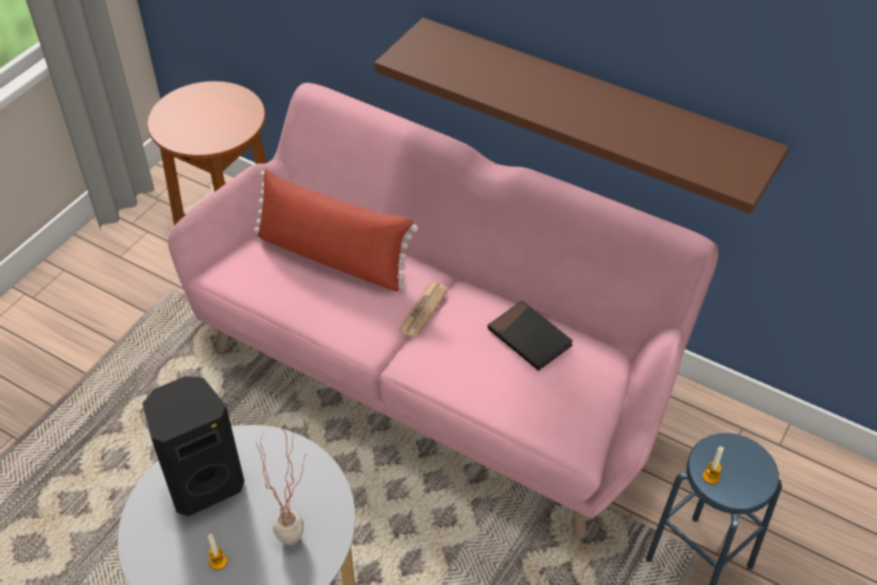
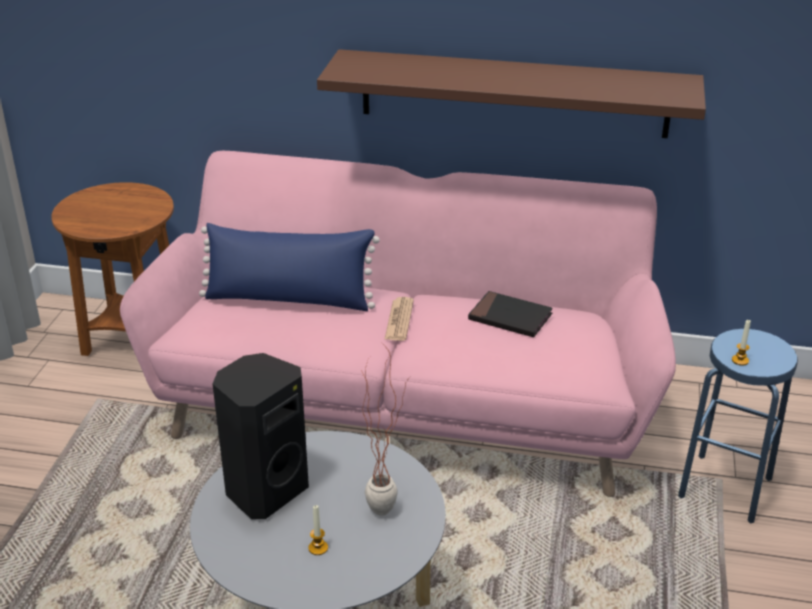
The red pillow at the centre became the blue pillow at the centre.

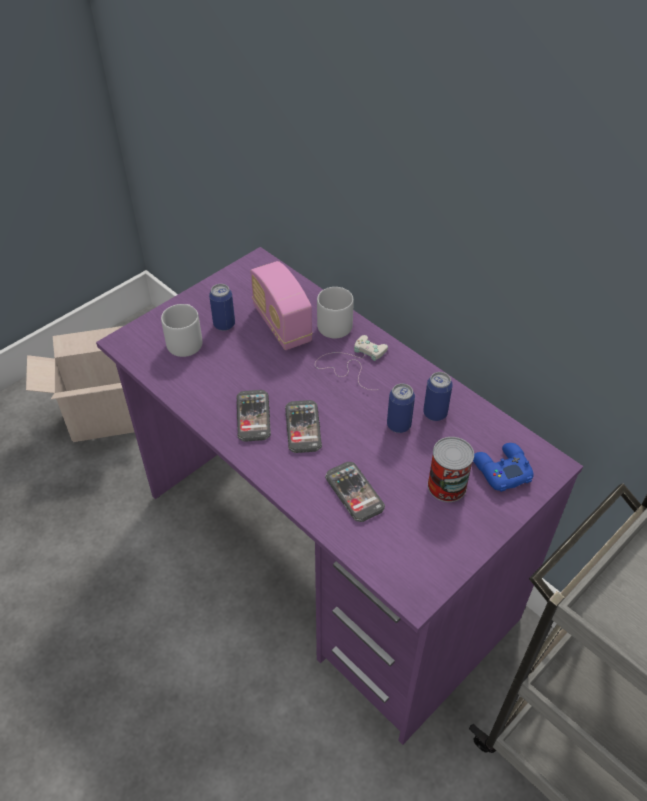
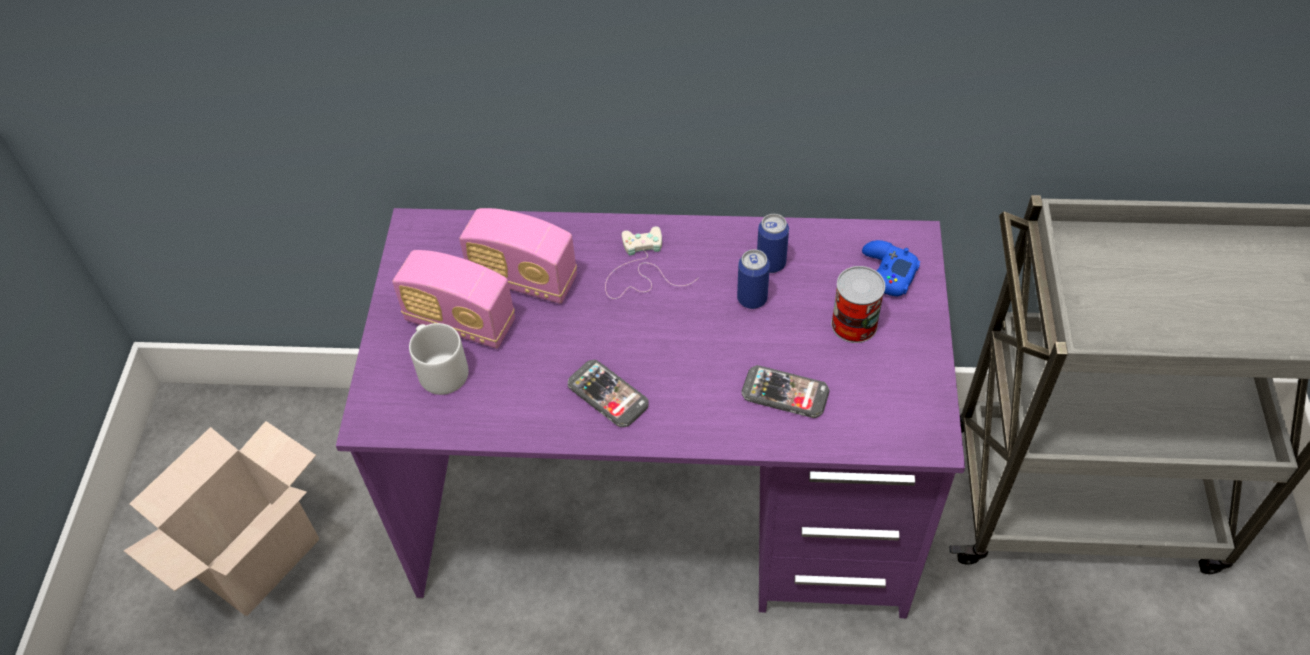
The phone (no. 2 from left) at the centre disappeared.
The grey mug (no. 2 from left) at the centre disappeared.
The can (no. 1 from left) at the centre was replaced by the radio (no. 1 from left) at the centre.

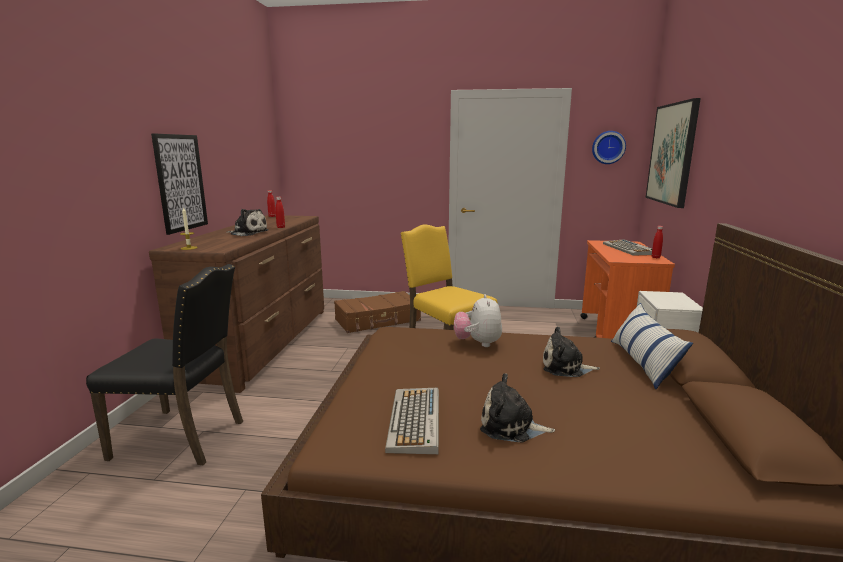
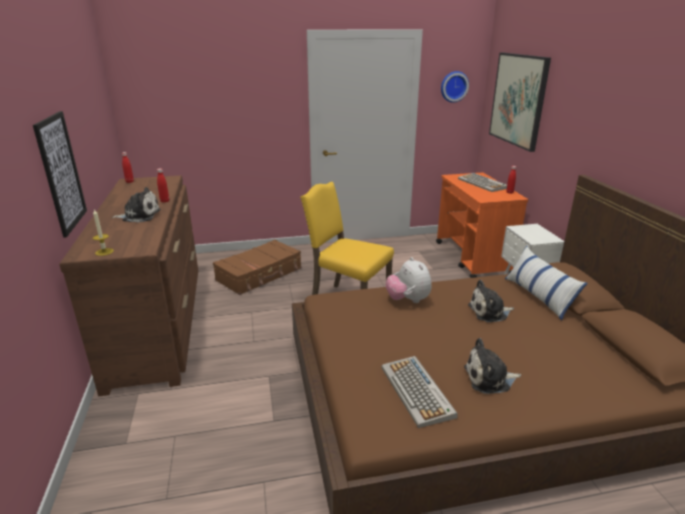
The black chair at the middle left disappeared.

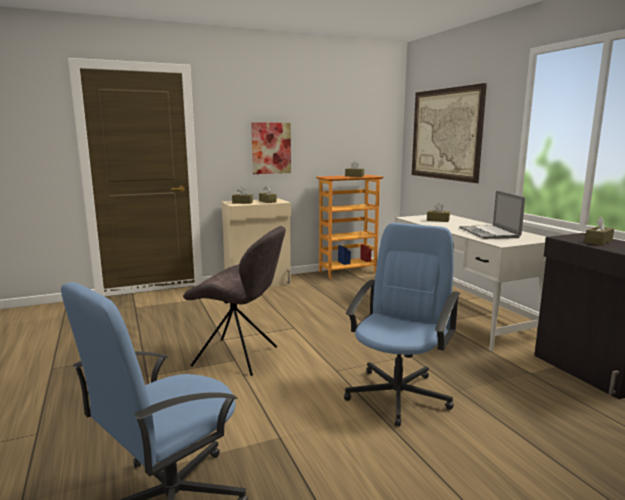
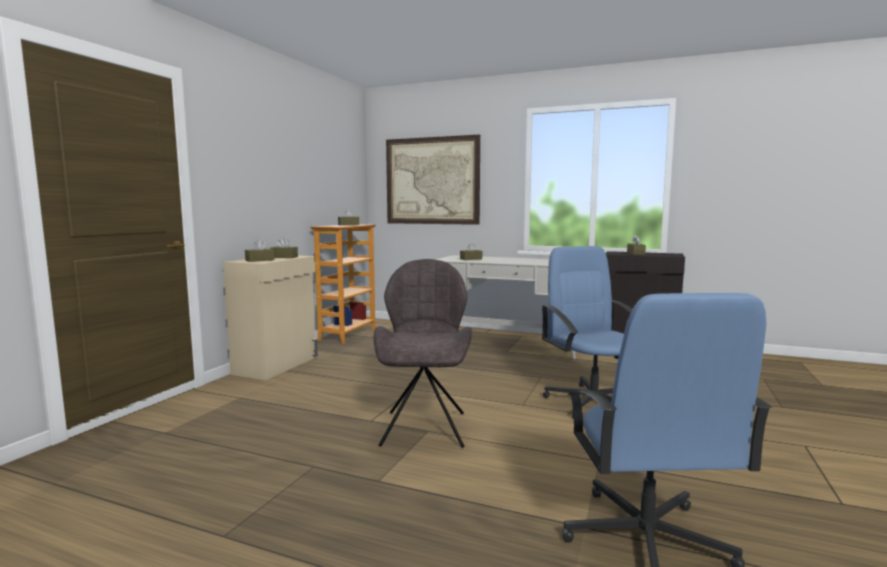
The picture (no. 1 from left) at the top centre disappeared.
The laptop at the middle right disappeared.
The grey chair at the centre turned 60 degrees counterclockwise.

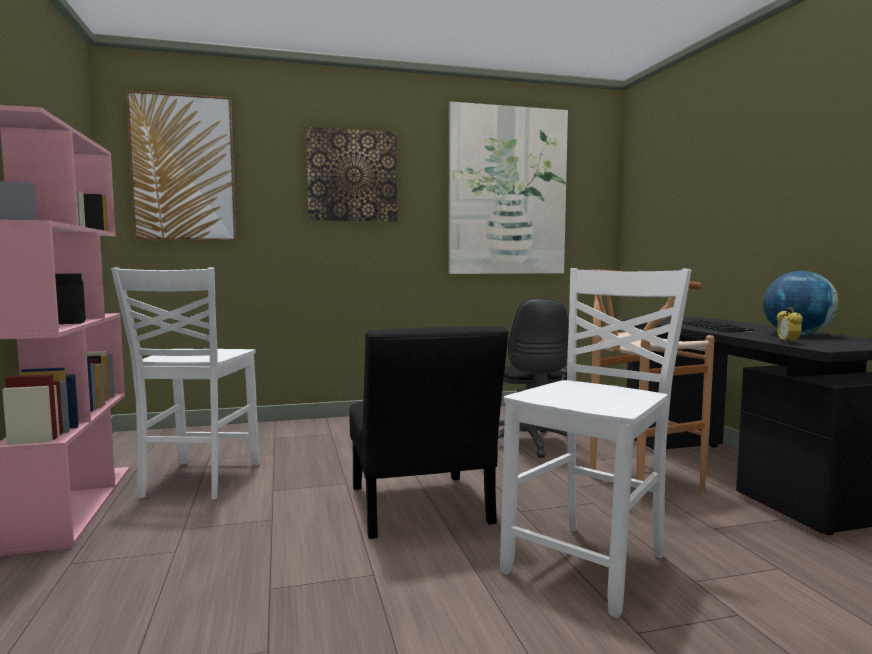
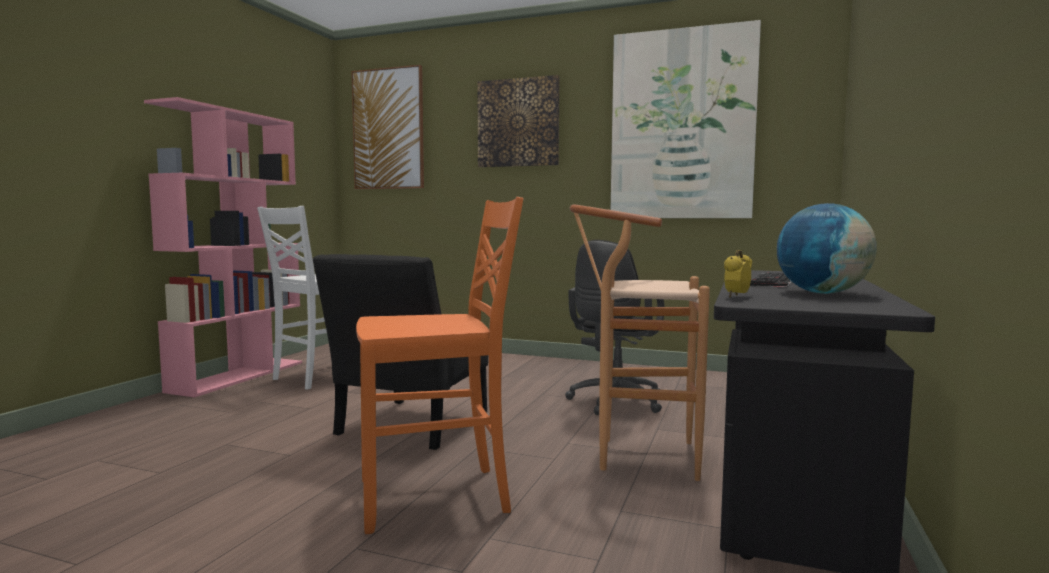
The white chair (no. 2 from left) at the bottom right became the orange chair at the centre.

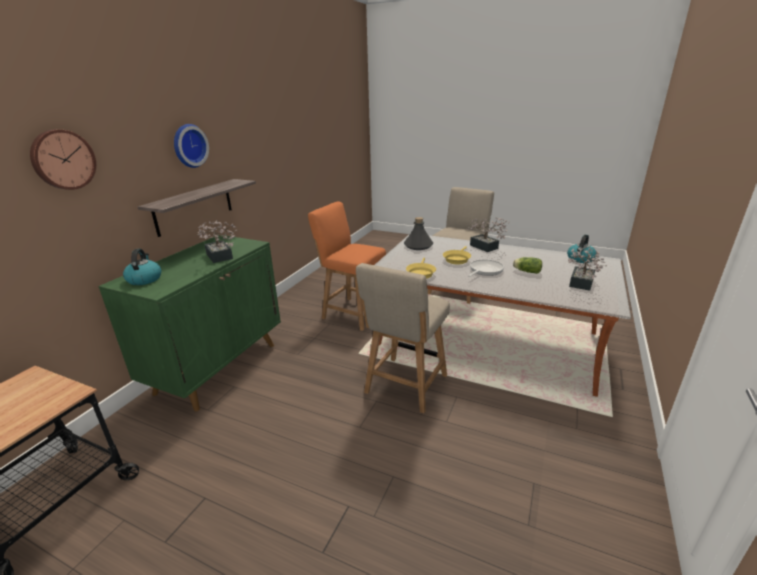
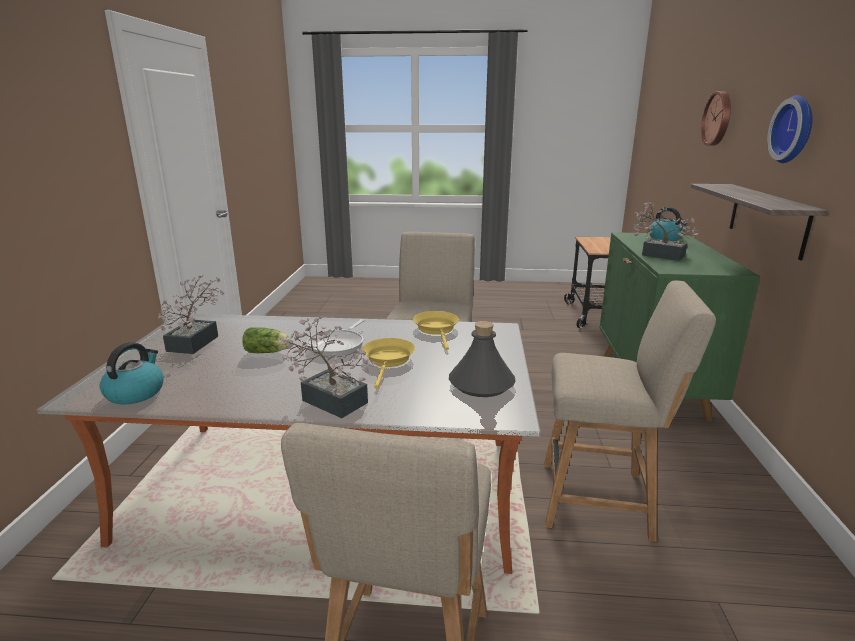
The orange chair at the centre became the beige chair (no. 3 from left) at the middle right.

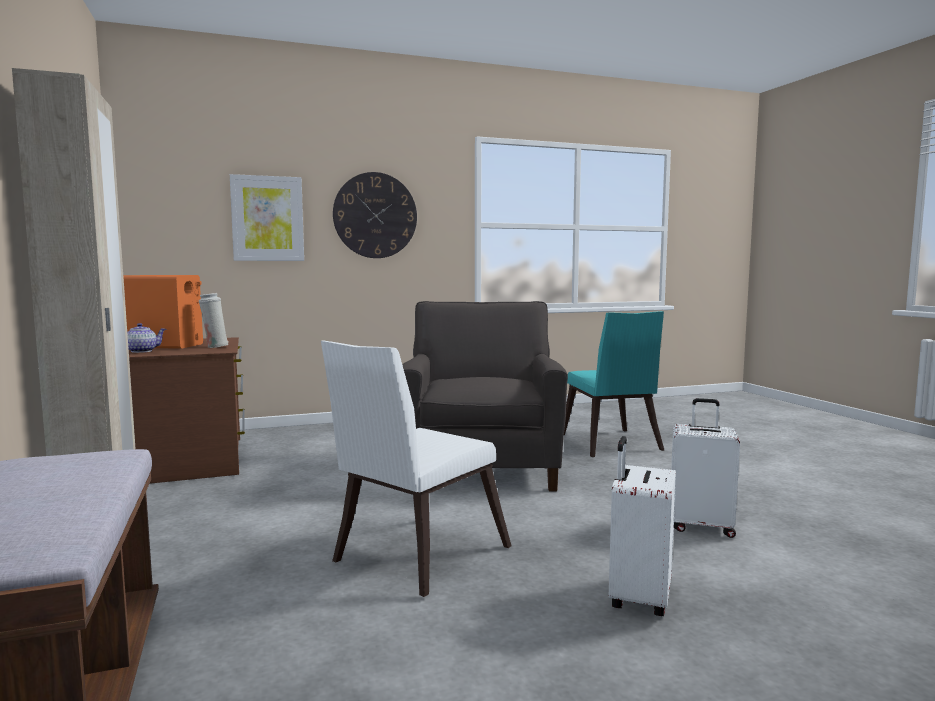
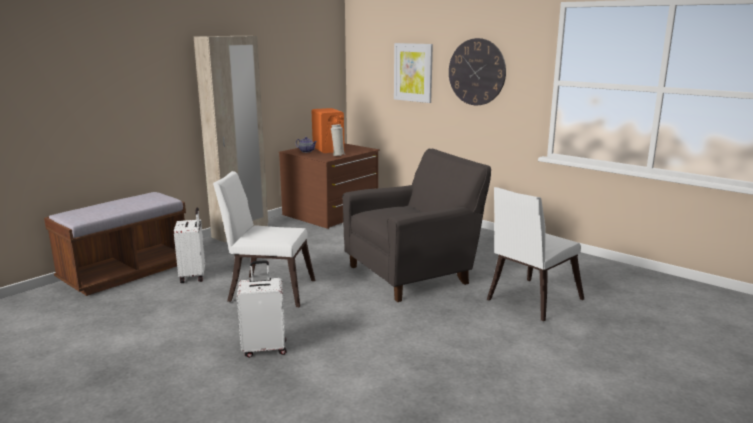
The white suitcase (no. 2 from left in the first image) moved from the bottom right to the middle left.
The turquoise chair at the centre became the white chair (no. 2 from left) at the middle right.

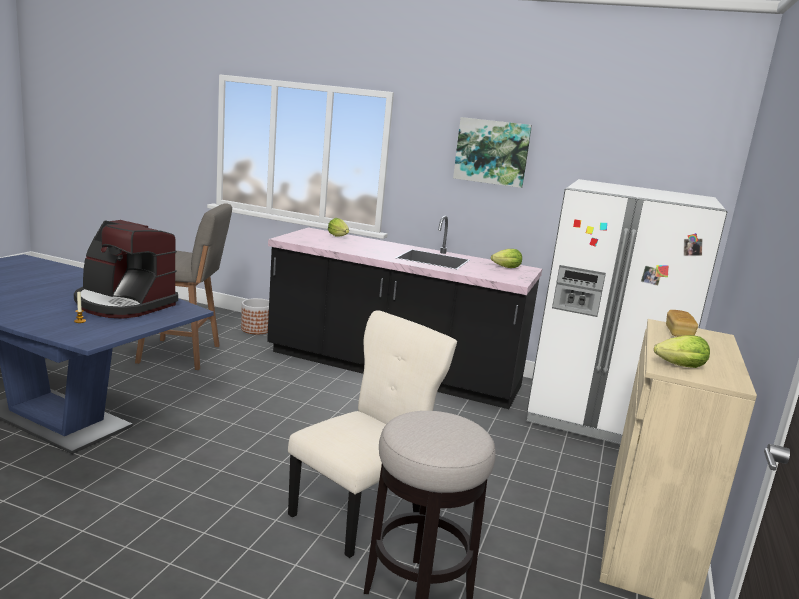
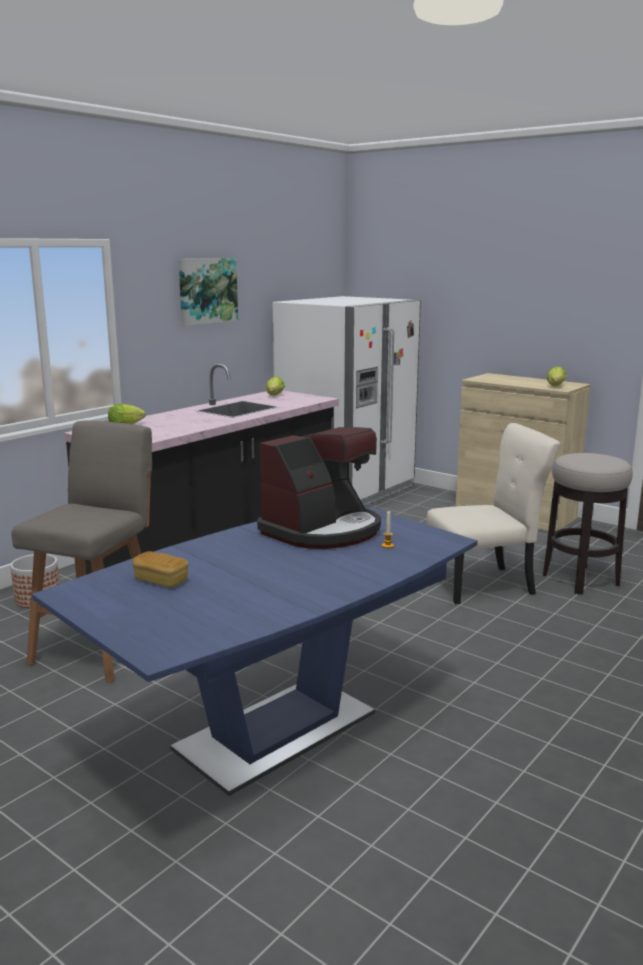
The bread moved from the middle right to the middle left.
The beige chair at the bottom centre turned 105 degrees clockwise.

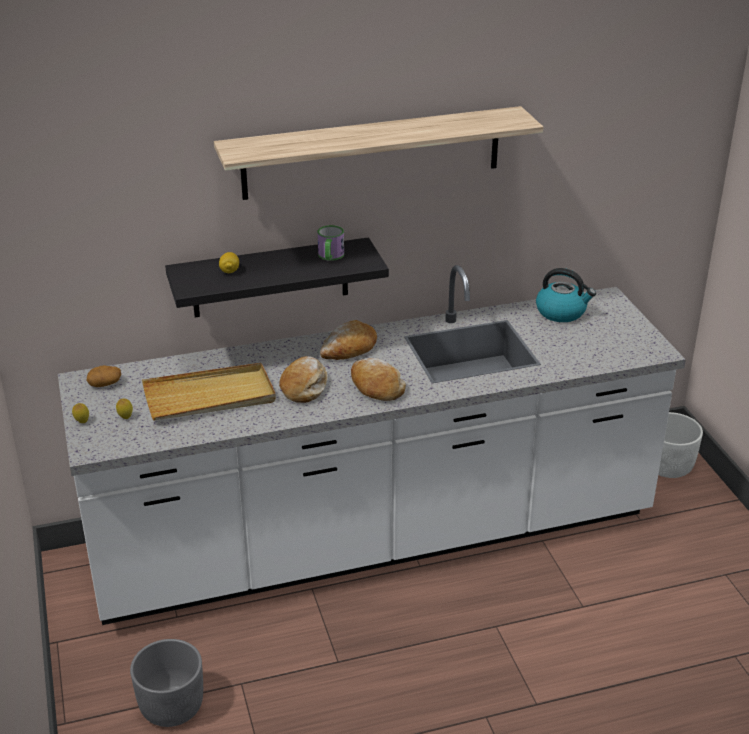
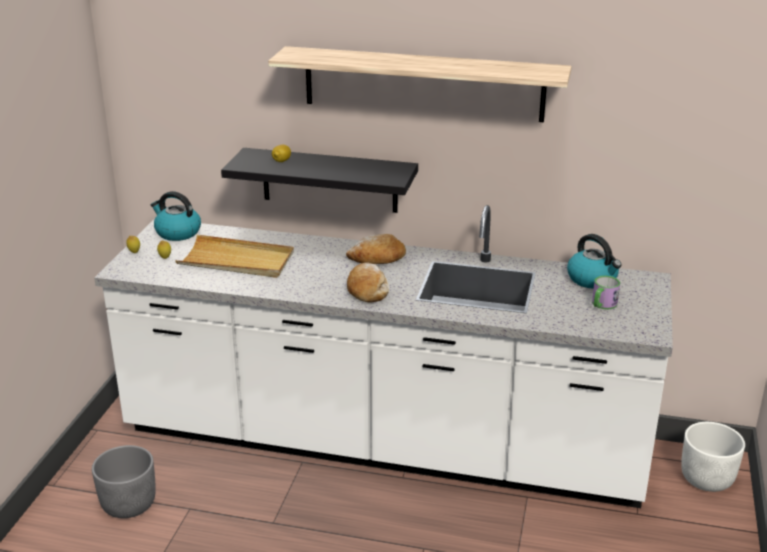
The bread (no. 1 from left) at the centre disappeared.
The mug moved from the top centre to the middle right.
The potato at the middle left was replaced by the kettle (no. 1 from left) at the middle left.

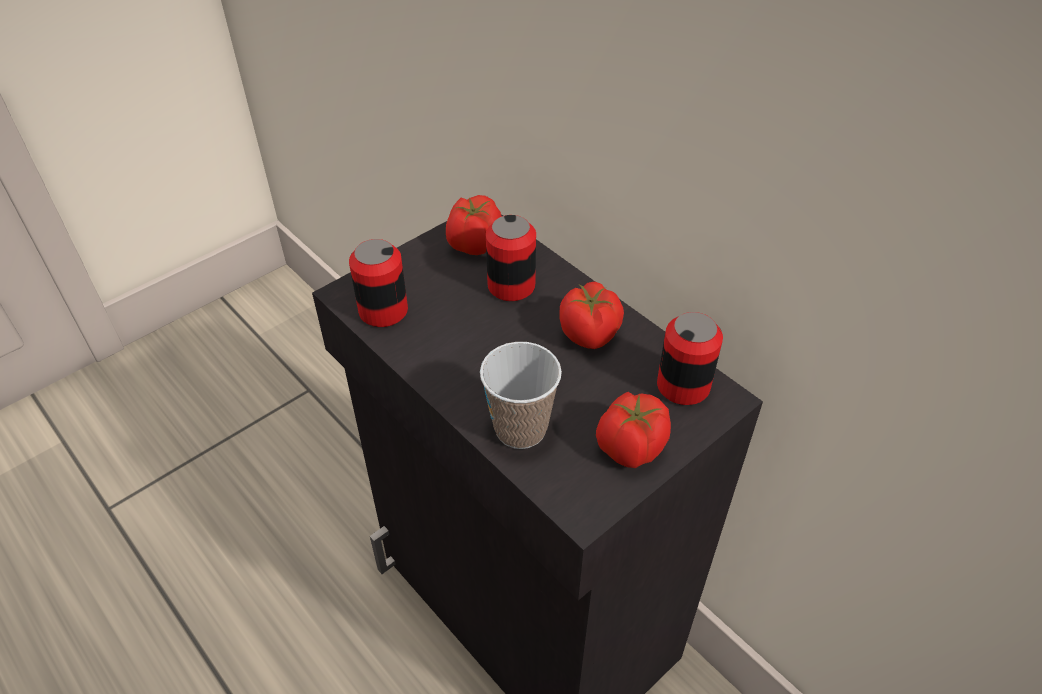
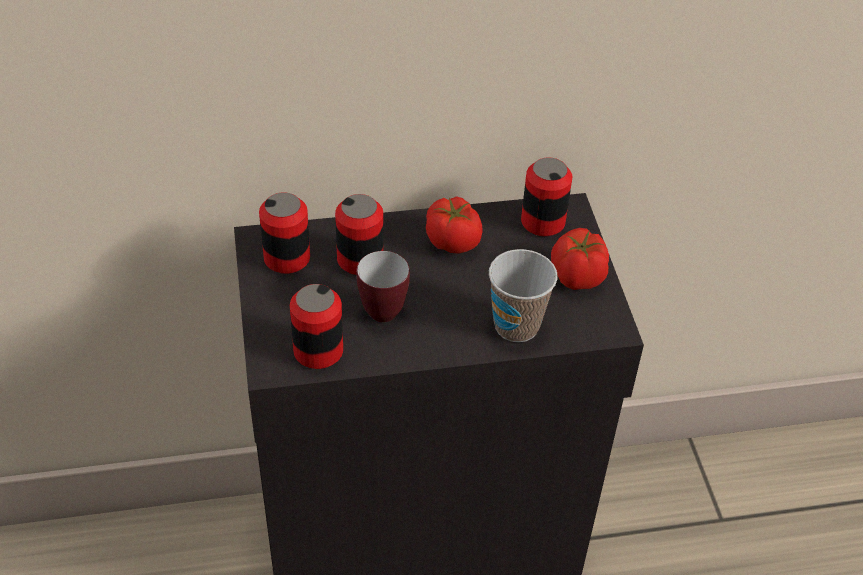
The mug at the centre appeared.
The tomato (no. 1 from left) at the top centre was replaced by the can (no. 1 from left) at the middle left.

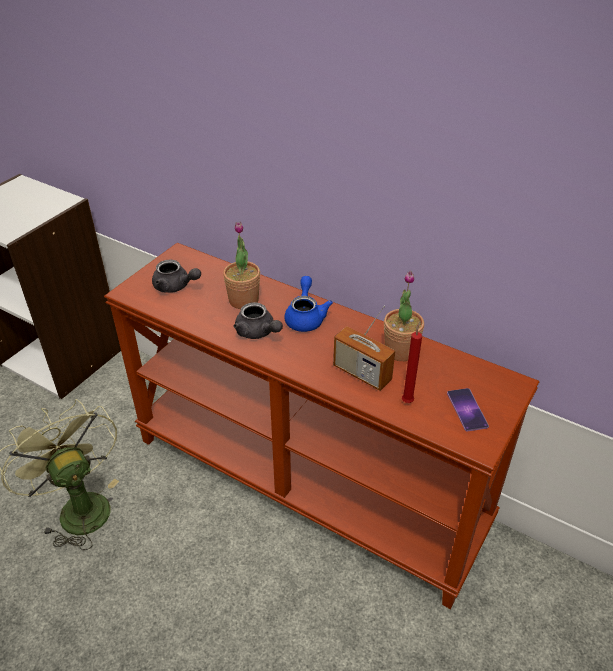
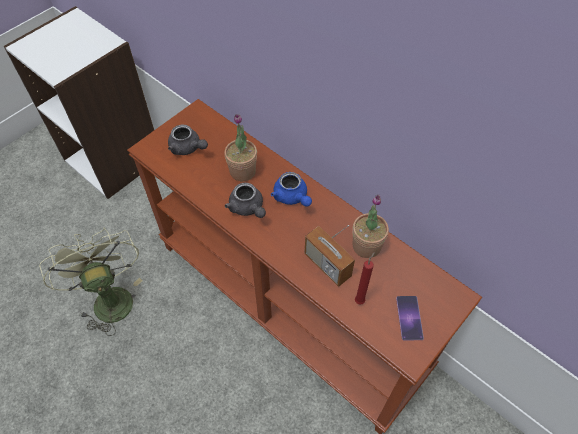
The blue teapot at the centre turned 135 degrees clockwise.

